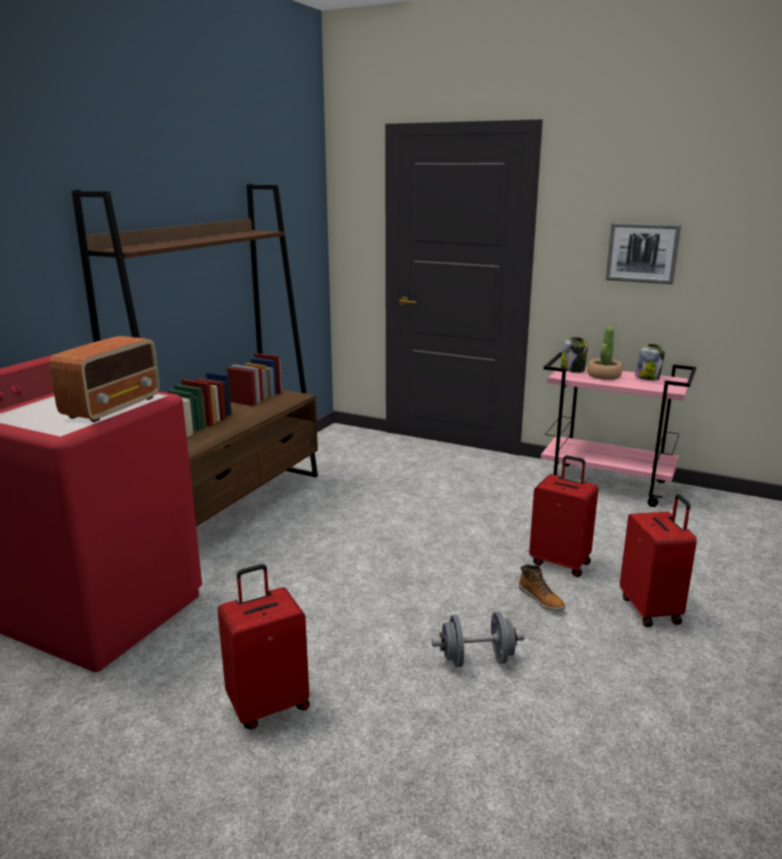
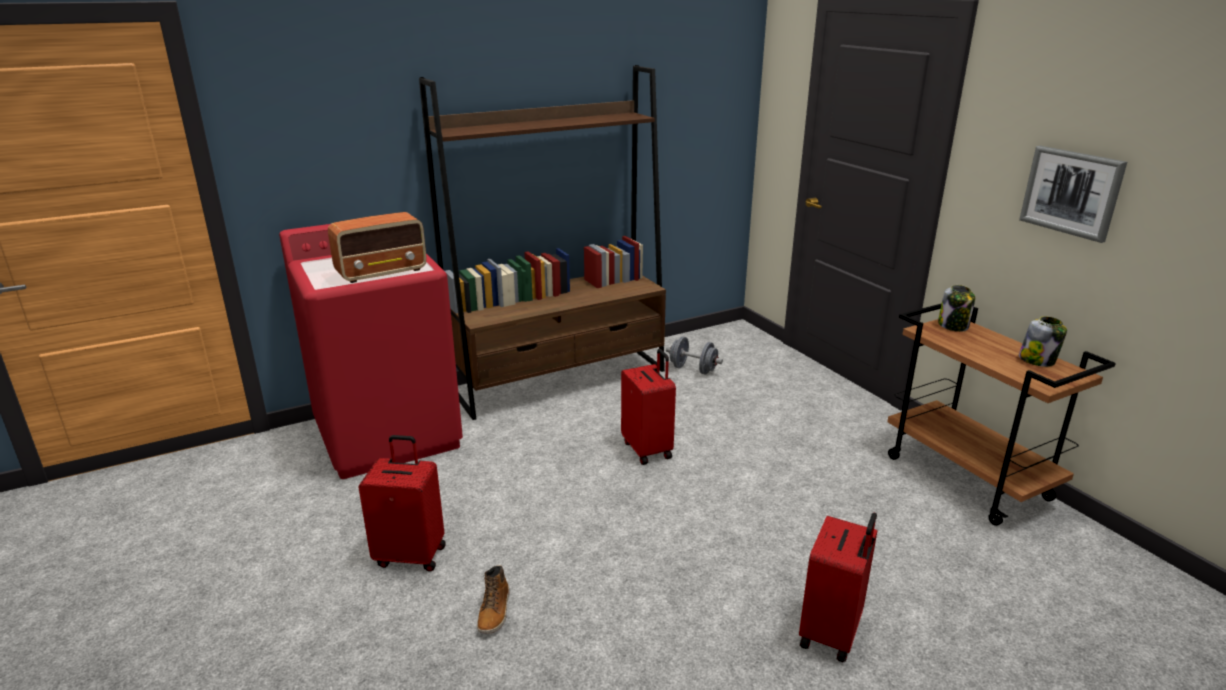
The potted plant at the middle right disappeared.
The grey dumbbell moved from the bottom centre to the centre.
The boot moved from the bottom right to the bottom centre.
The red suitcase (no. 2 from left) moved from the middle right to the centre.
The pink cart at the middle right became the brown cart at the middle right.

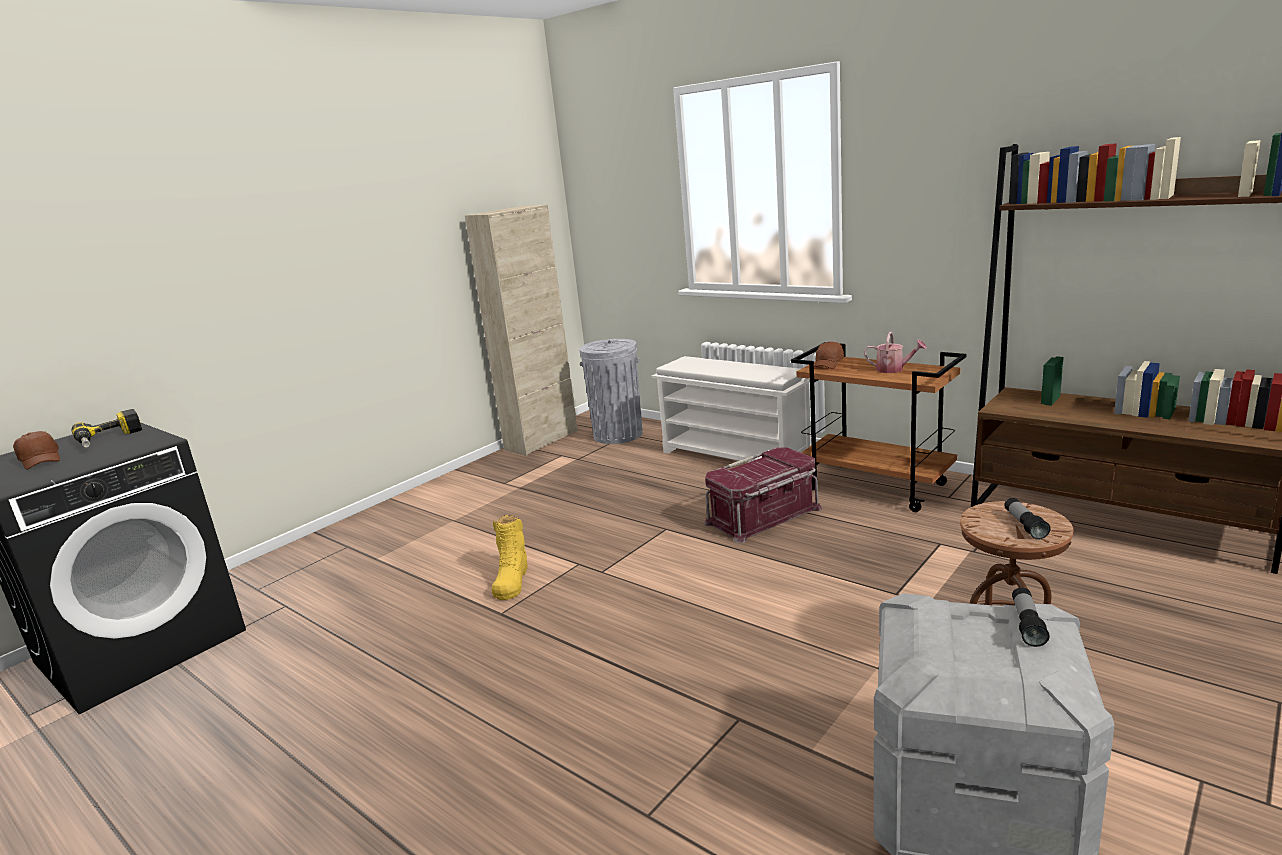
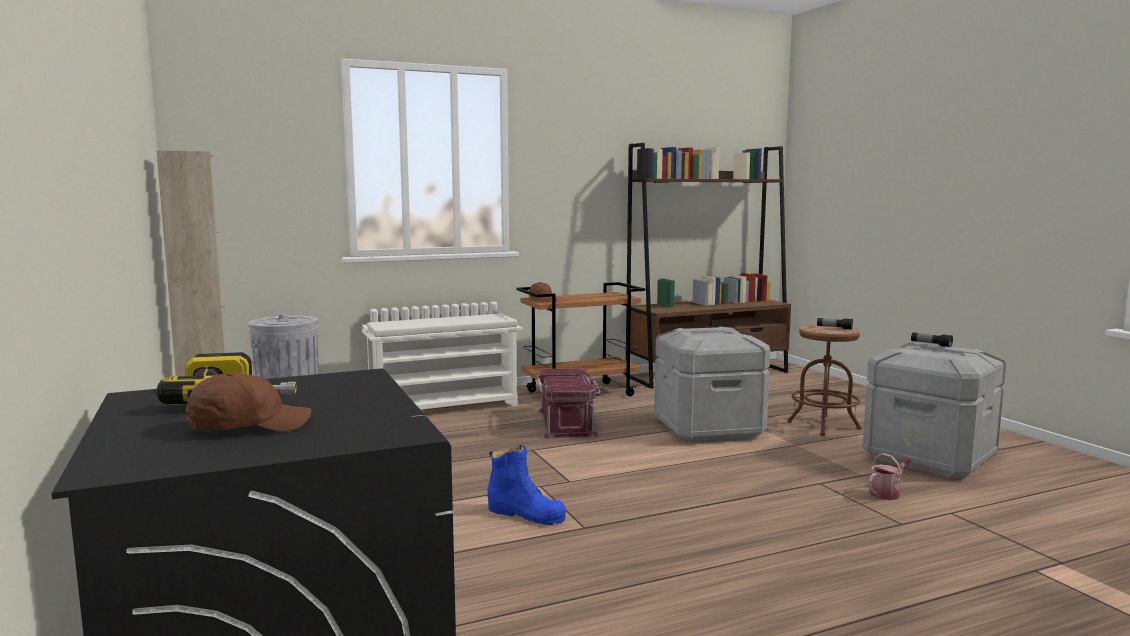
The grey storage box (no. 1 from left) at the centre appeared.
The watering can moved from the middle right to the bottom right.
The yellow boot at the centre became the blue boot at the bottom centre.

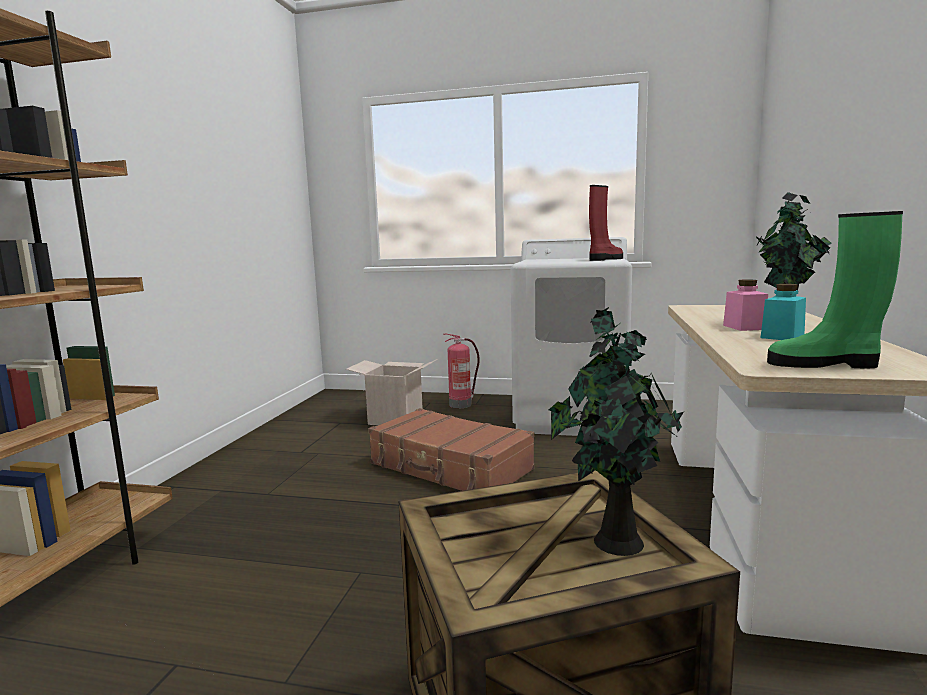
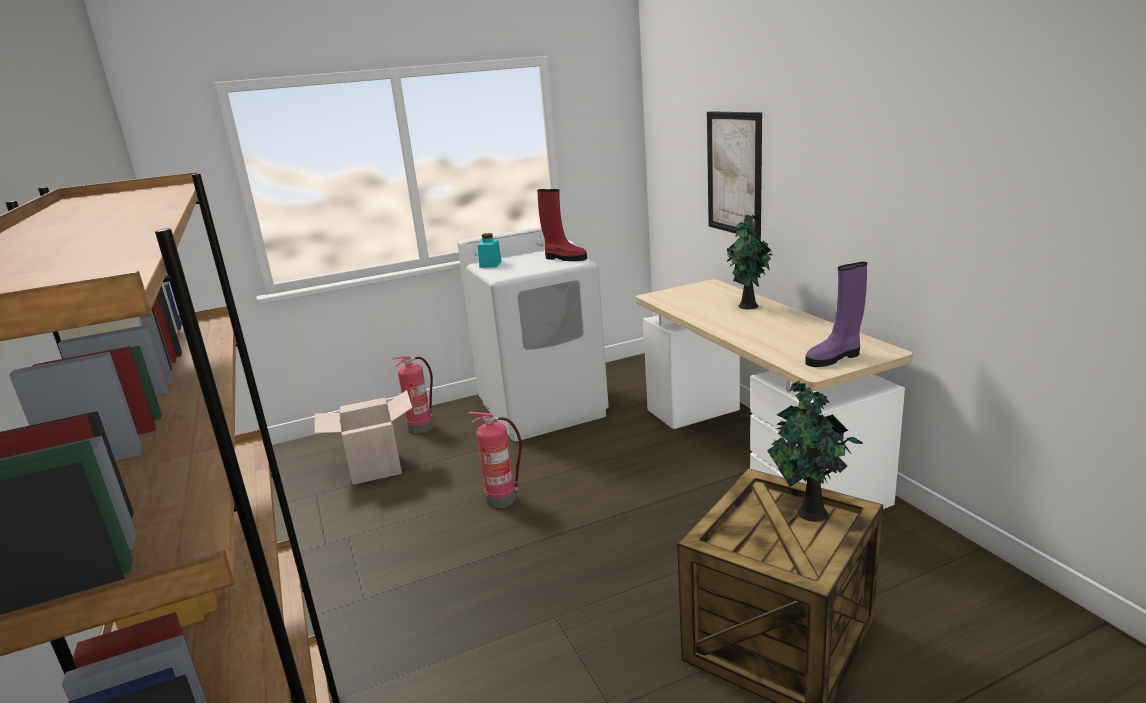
The pink jar at the middle right disappeared.
The picture at the top centre appeared.
The turquoise jar moved from the middle right to the centre.
The brown suitcase at the centre was replaced by the fire extinguisher (no. 2 from left) at the centre.
The green boot at the middle right became the purple boot at the middle right.
The red boot at the top centre turned 105 degrees clockwise.

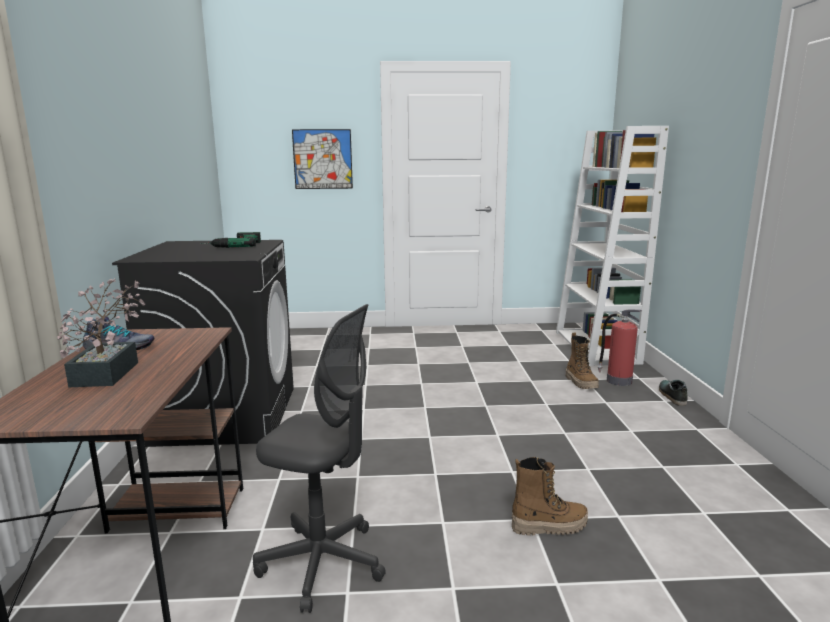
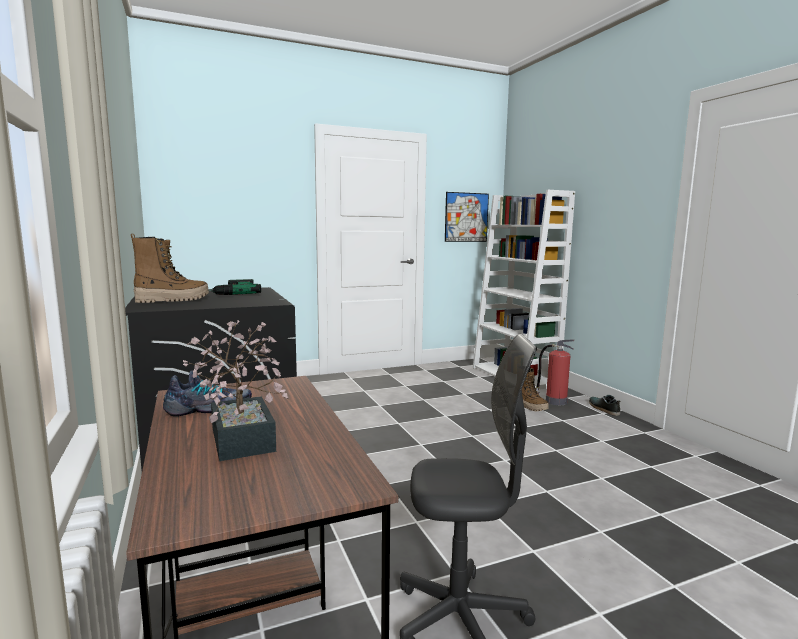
The picture moved from the top centre to the centre.
The boot (no. 1 from left) moved from the bottom centre to the middle left.

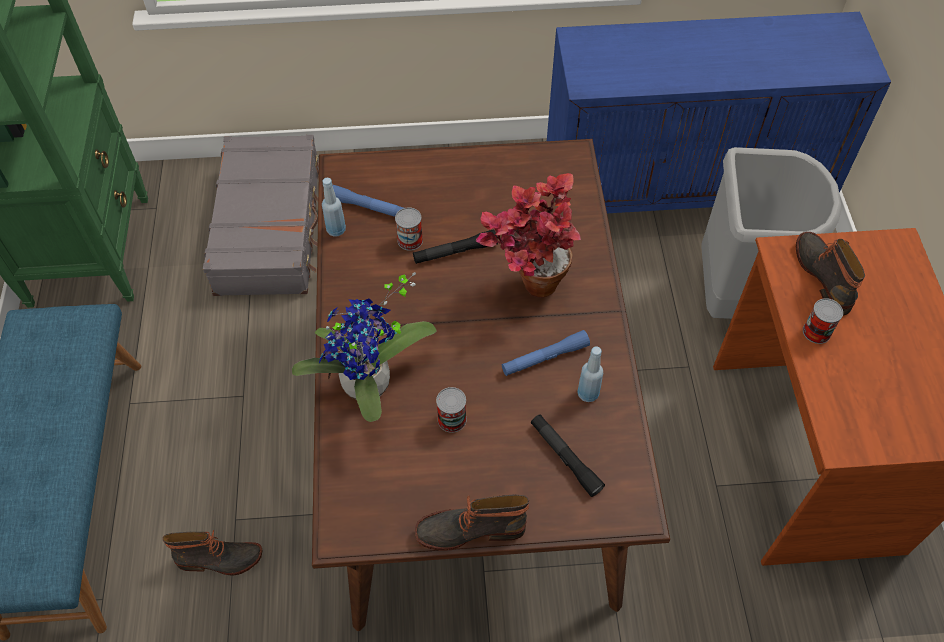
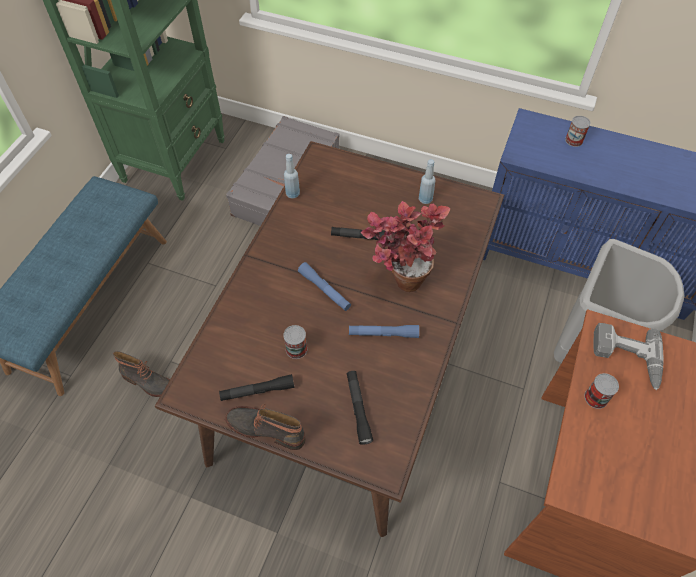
The potted plant (no. 1 from left) at the centre disappeared.
The black flashlight (no. 1 from left) at the bottom centre appeared.
The blue flashlight (no. 1 from left) moved from the top centre to the centre.
The can (no. 1 from left in the first image) moved from the centre to the top right.
The blue bottle (no. 2 from left) moved from the centre to the top centre.
The boot (no. 3 from left) at the middle right was replaced by the power drill at the middle right.

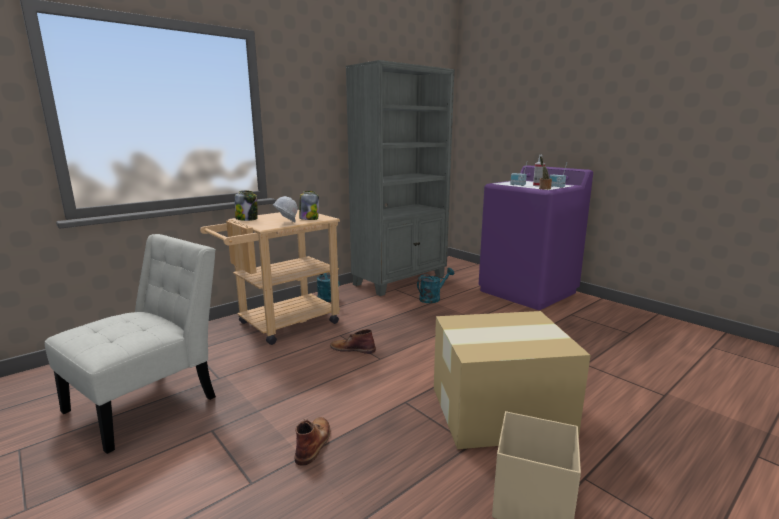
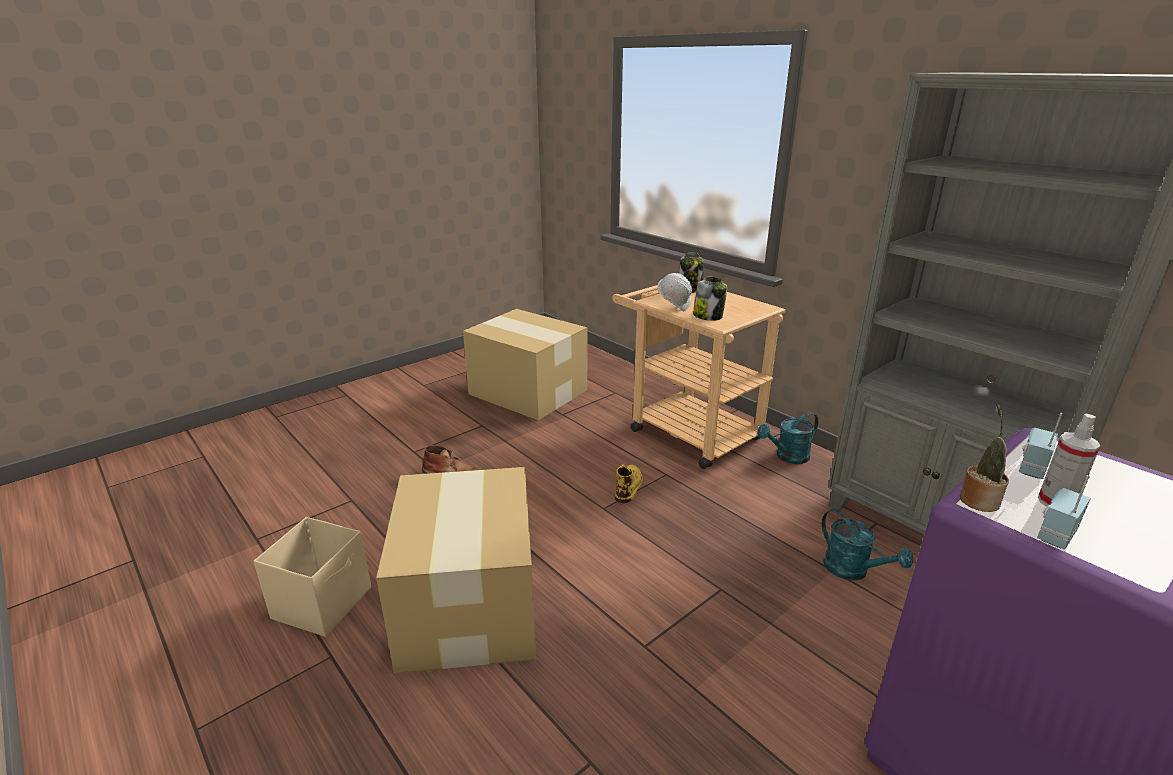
The white chair at the middle left was replaced by the cardboard box (no. 2 from left) at the centre.
The brown boot (no. 2 from left) at the centre became the yellow boot at the centre.

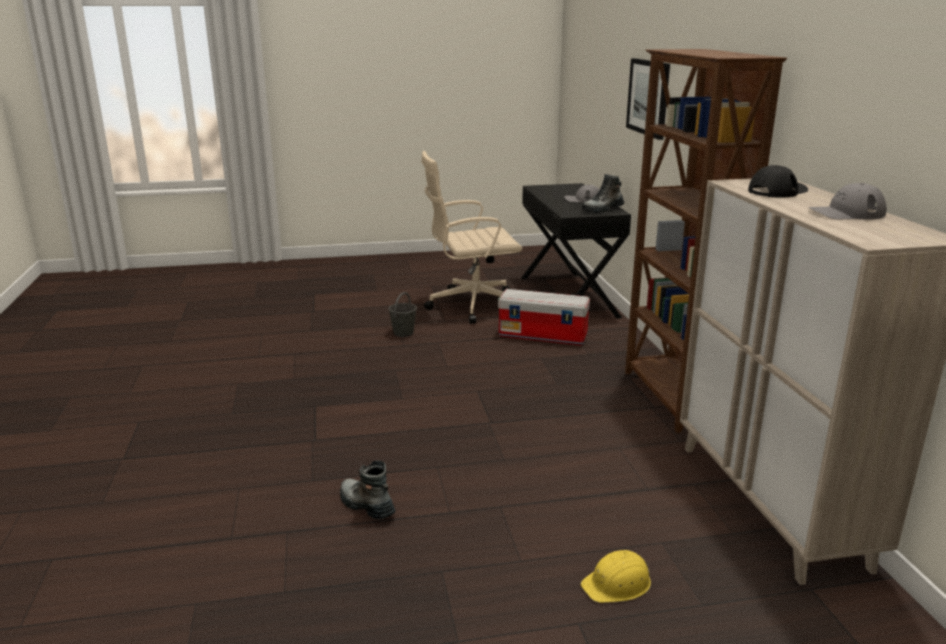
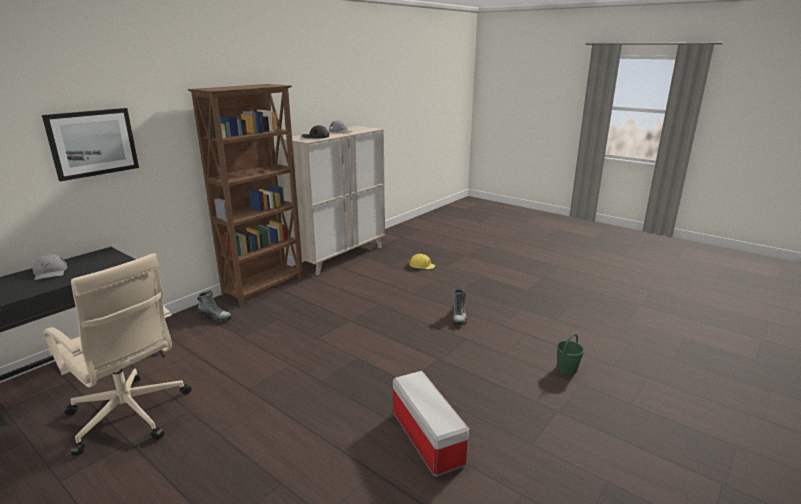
The grey bucket at the centre disappeared.
The green bucket at the bottom right appeared.
The storage box moved from the centre to the bottom centre.
The boot (no. 2 from left in the first image) moved from the top centre to the middle left.

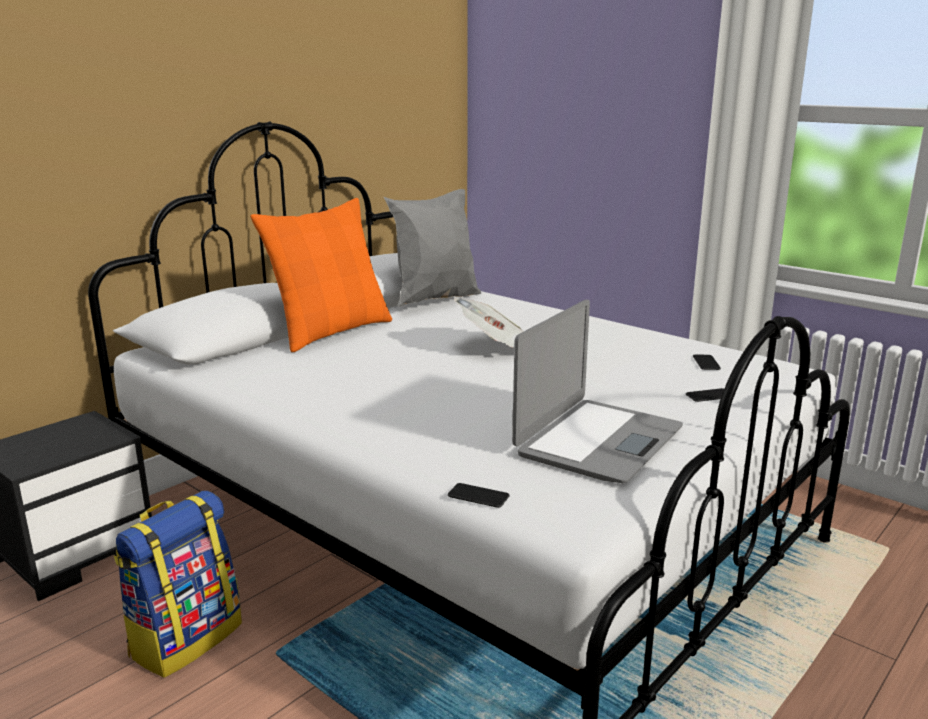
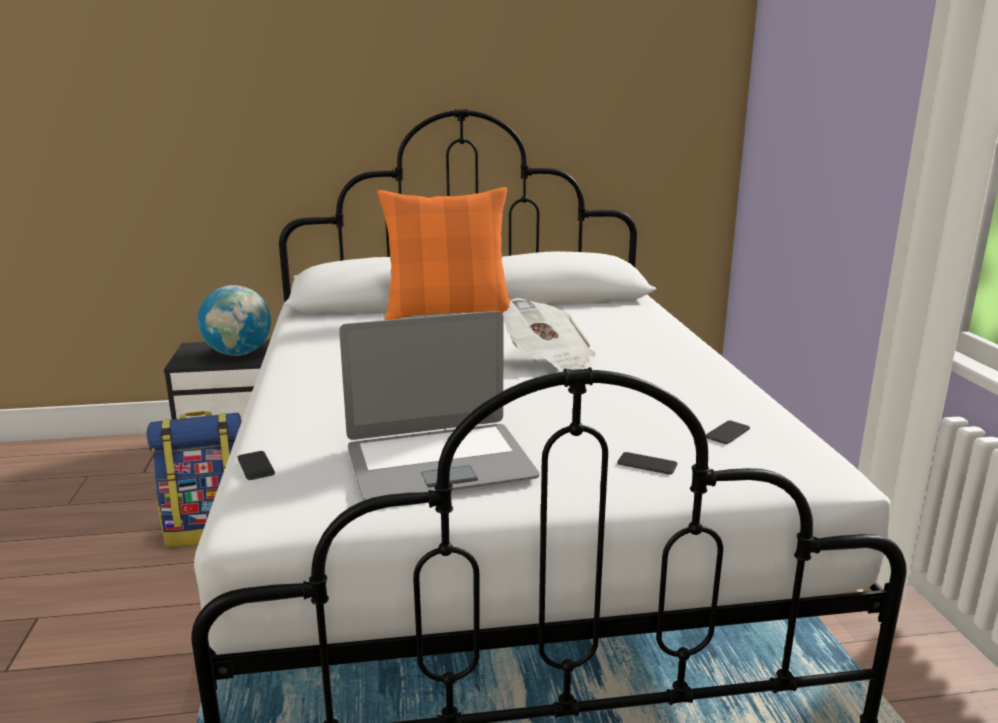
The grey pillow at the centre disappeared.
The globe at the middle left appeared.

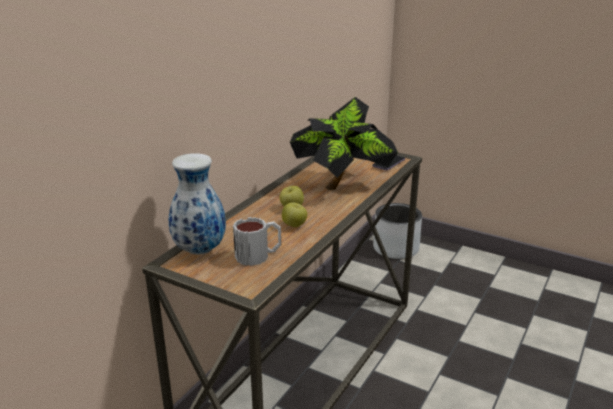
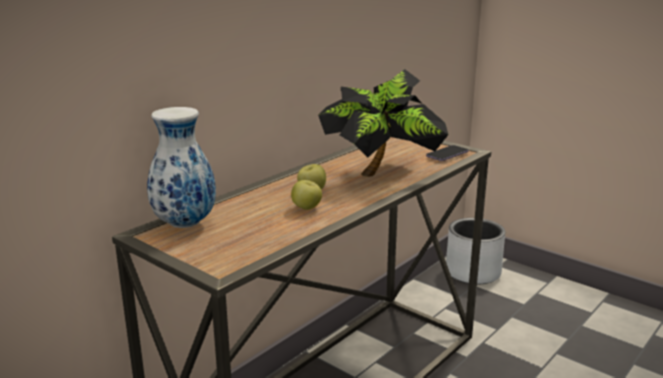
The mug at the centre disappeared.

